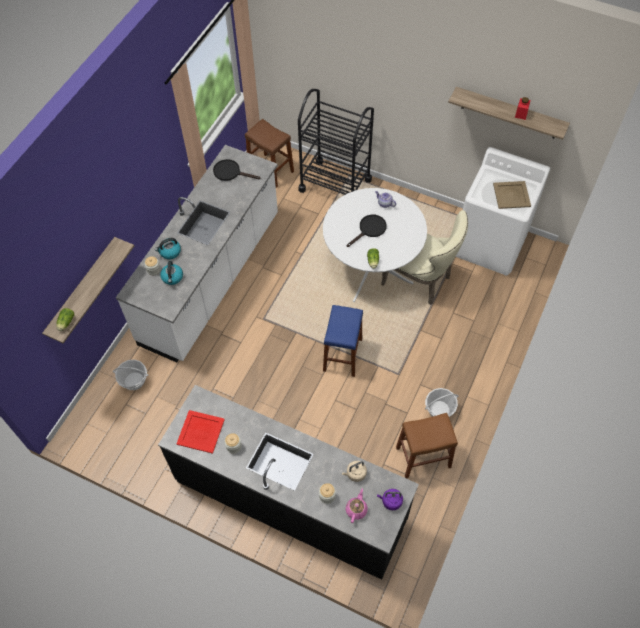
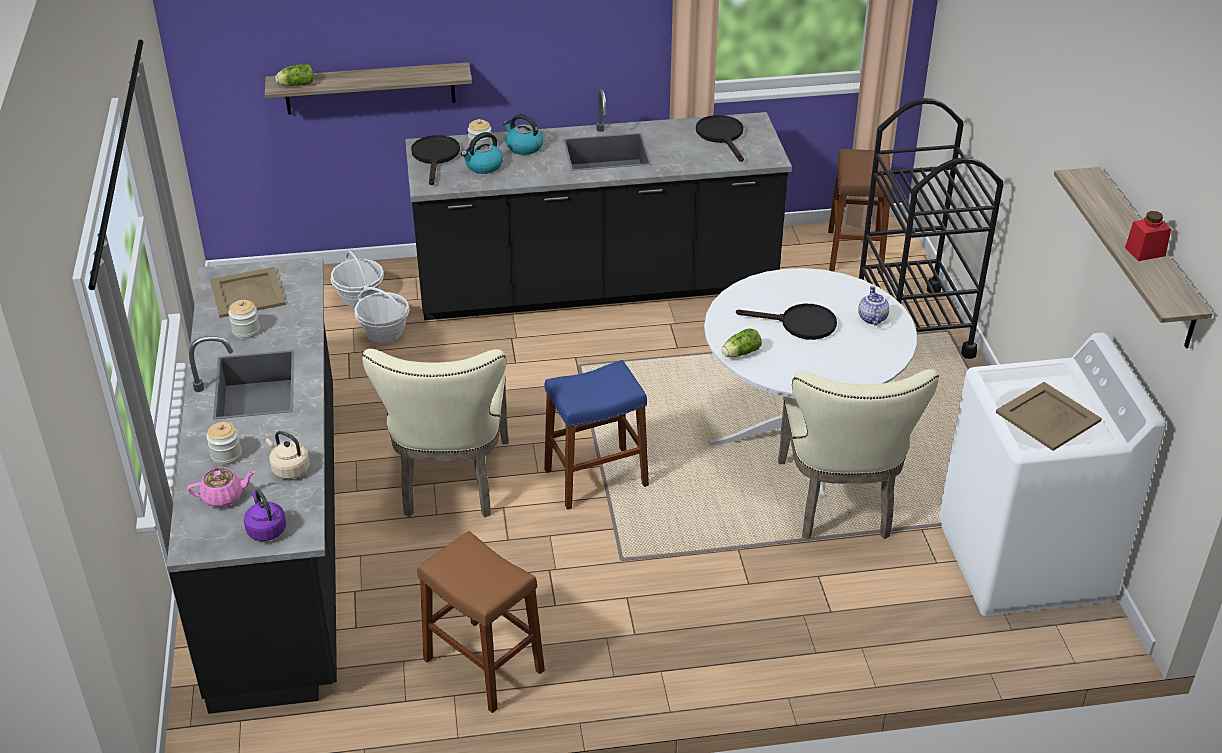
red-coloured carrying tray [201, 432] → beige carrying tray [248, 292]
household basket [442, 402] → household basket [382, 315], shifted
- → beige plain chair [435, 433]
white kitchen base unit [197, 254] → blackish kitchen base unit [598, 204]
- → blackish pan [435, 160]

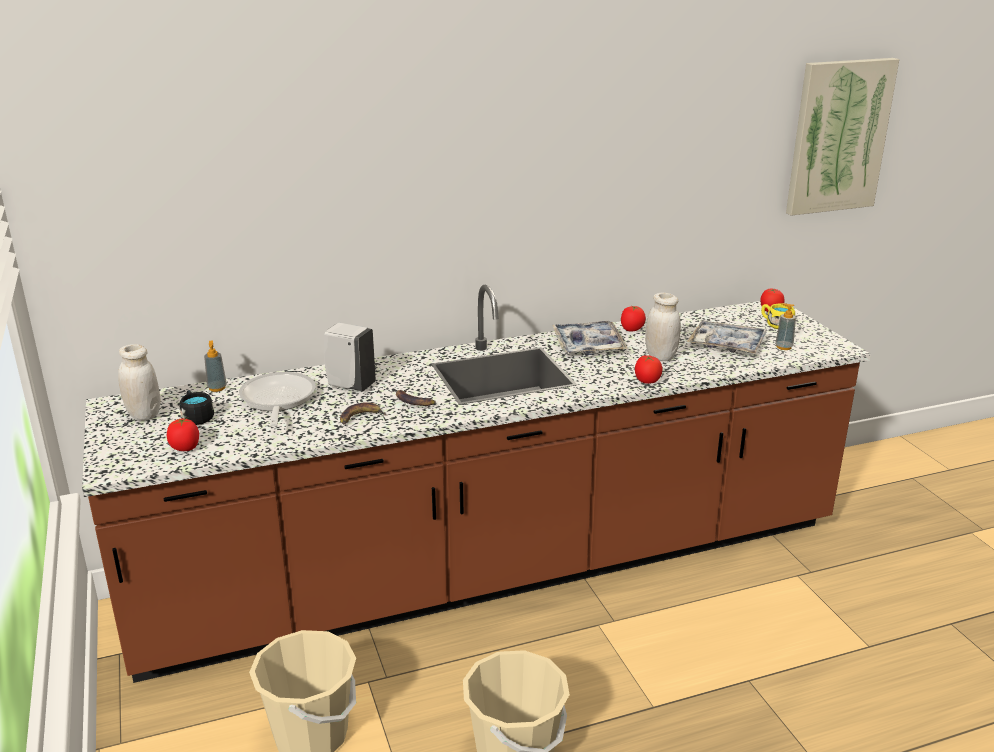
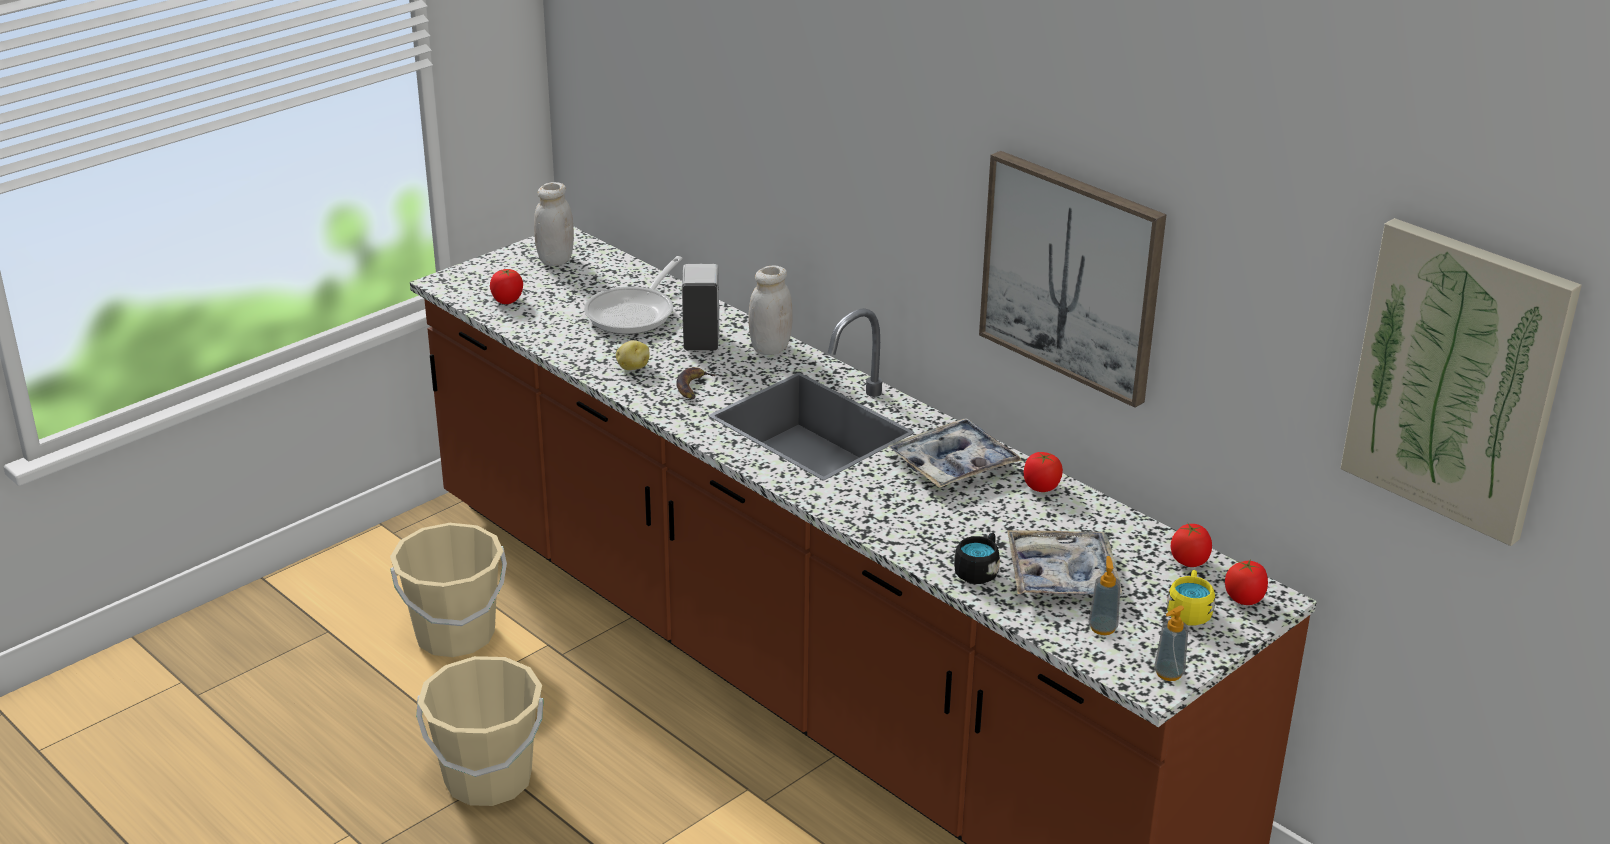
pan [277, 399] → pan [633, 295], 150 degrees clockwise
banana fruit [363, 413] → whole potato [633, 355]
white jar [663, 327] → white jar [770, 310], shifted
blackish coffee mug [197, 407] → blackish coffee mug [977, 558], shifted
- → picture [1072, 279]
liquid soap bottle [215, 366] → liquid soap bottle [1171, 643], shifted
tomato [648, 369] → tomato [1191, 545], shifted

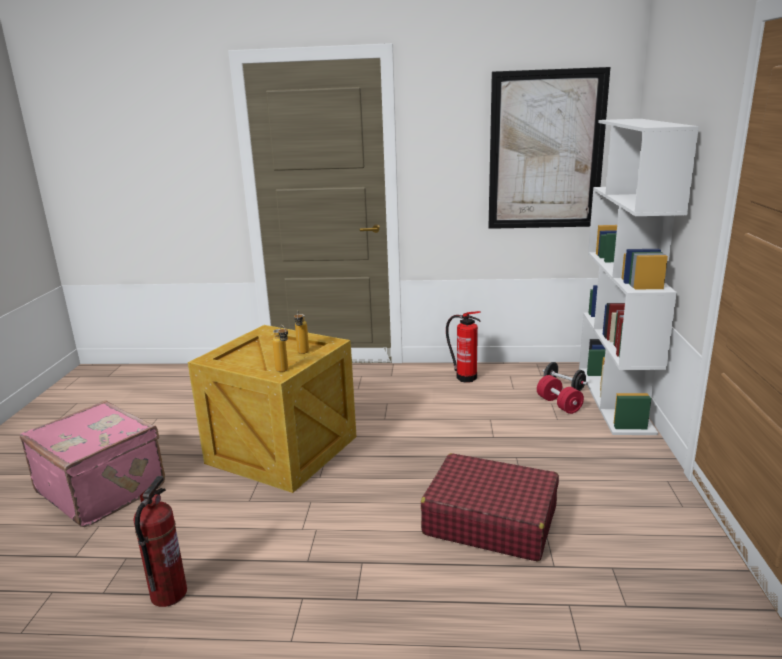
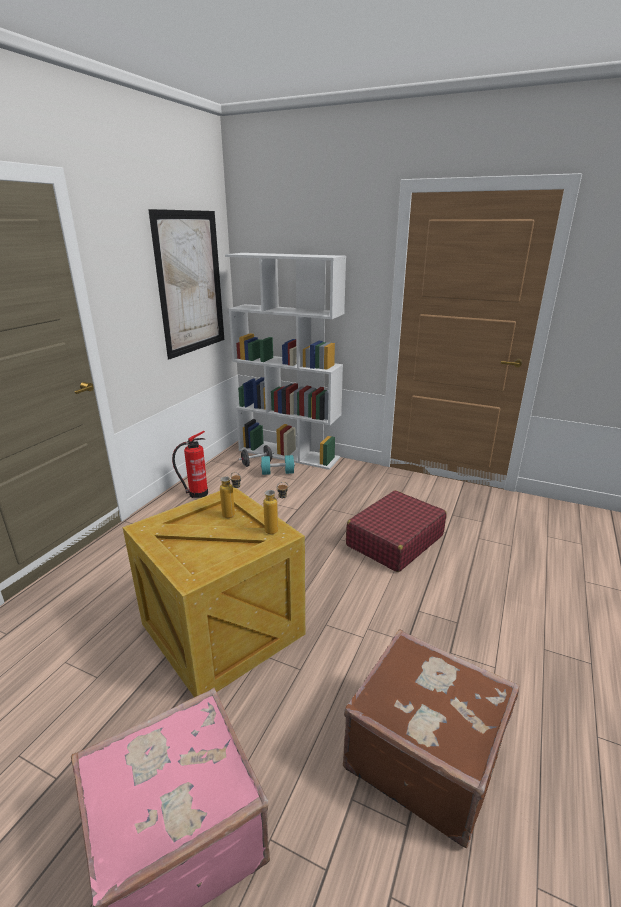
red-coloured hand weight [560, 394] → blue-green hand weight [277, 465]
fire extinguisher [160, 541] → brown-coloured suitcase [431, 738]

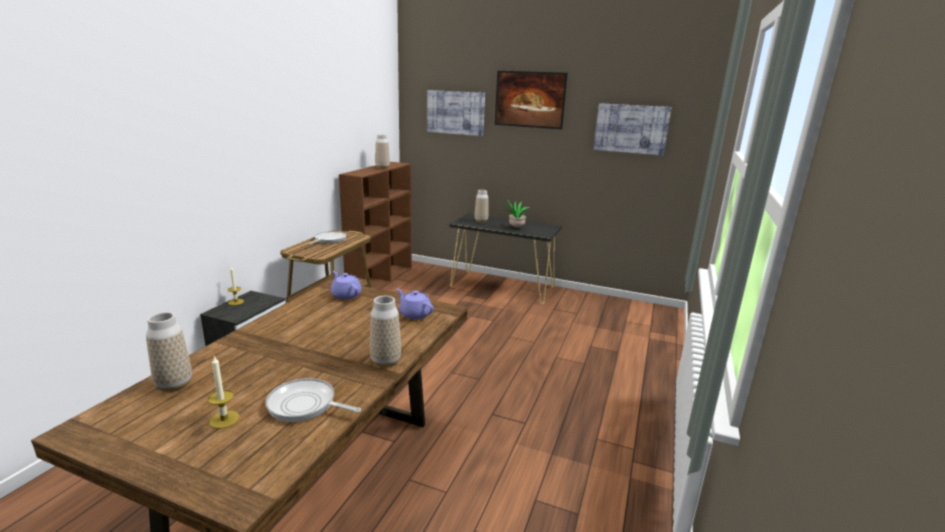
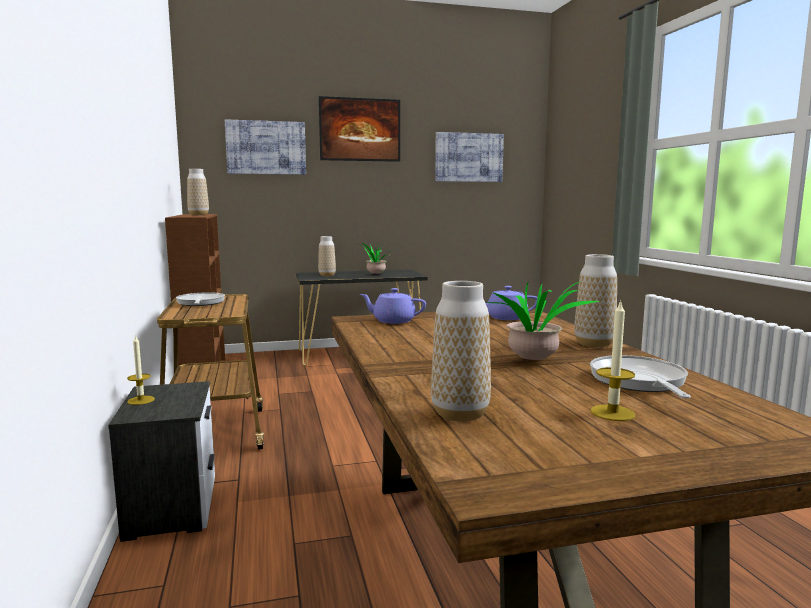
- → potted plant [544, 320]
pan [313, 400] → pan [640, 377], 105 degrees clockwise

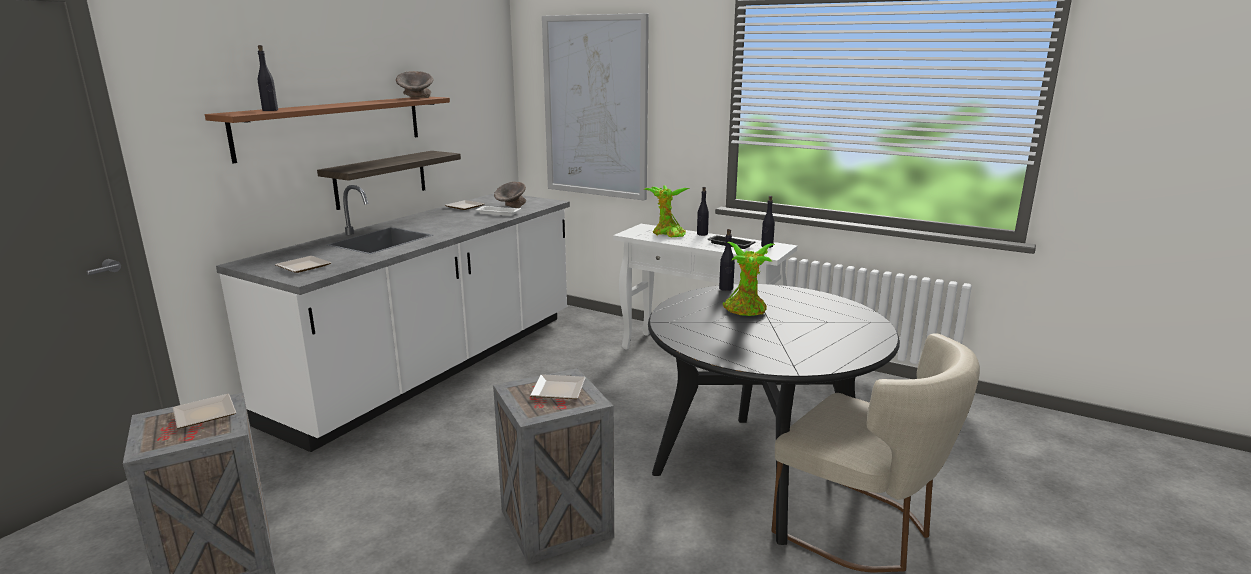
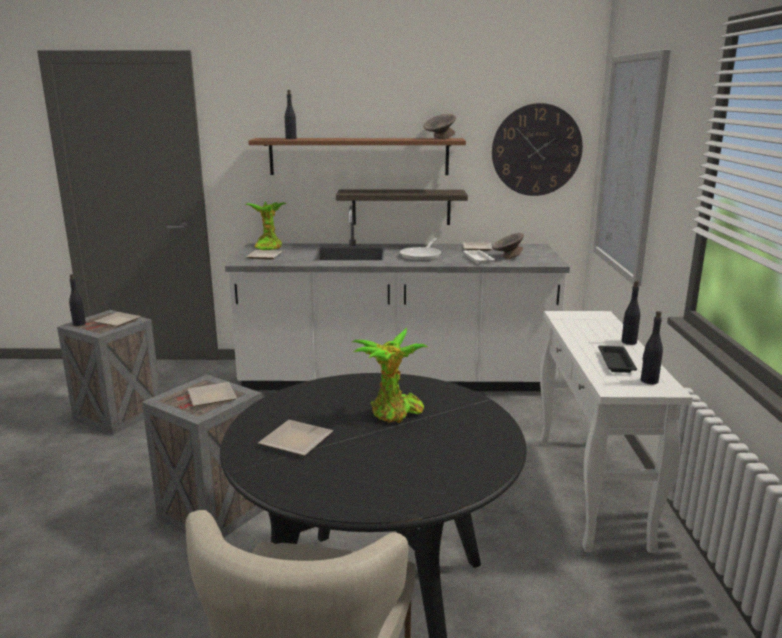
blackish beverage bottle [727, 260] → blackish beverage bottle [77, 300], shifted
potted plant [667, 211] → potted plant [266, 225], shifted
- → flat dish [295, 438]
- → pan [420, 249]
- → wall clock [537, 149]

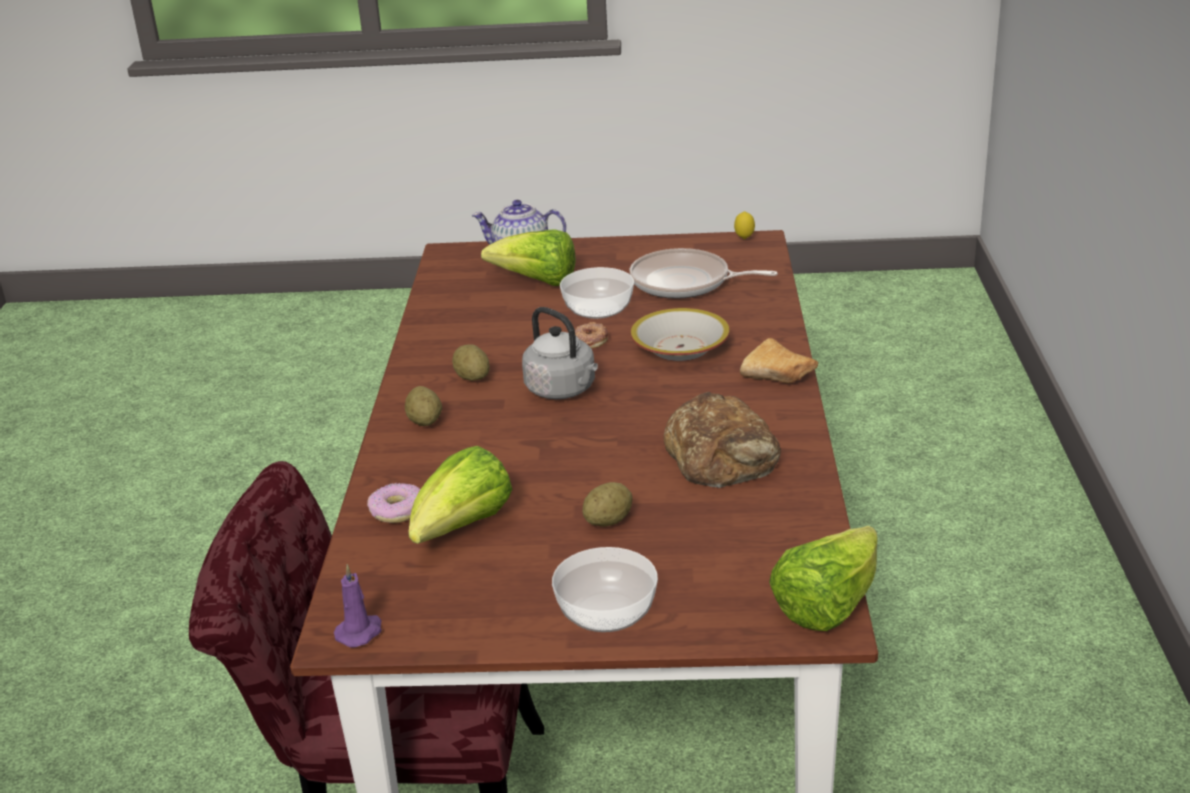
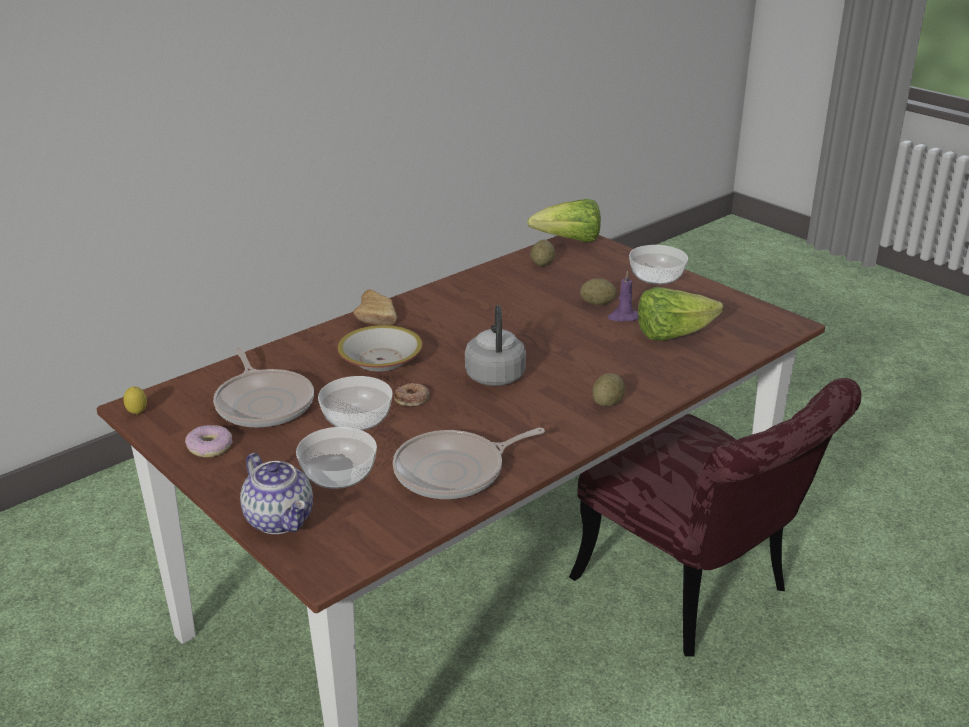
doughnut [393, 503] → doughnut [209, 441], shifted
head of lettuce [528, 257] → serving bowl [336, 458]
- → pan [469, 463]
whole potato [471, 362] → whole potato [542, 252], shifted
purple wax candle [358, 606] → purple wax candle [623, 296], shifted
bakery bread [722, 440] → -

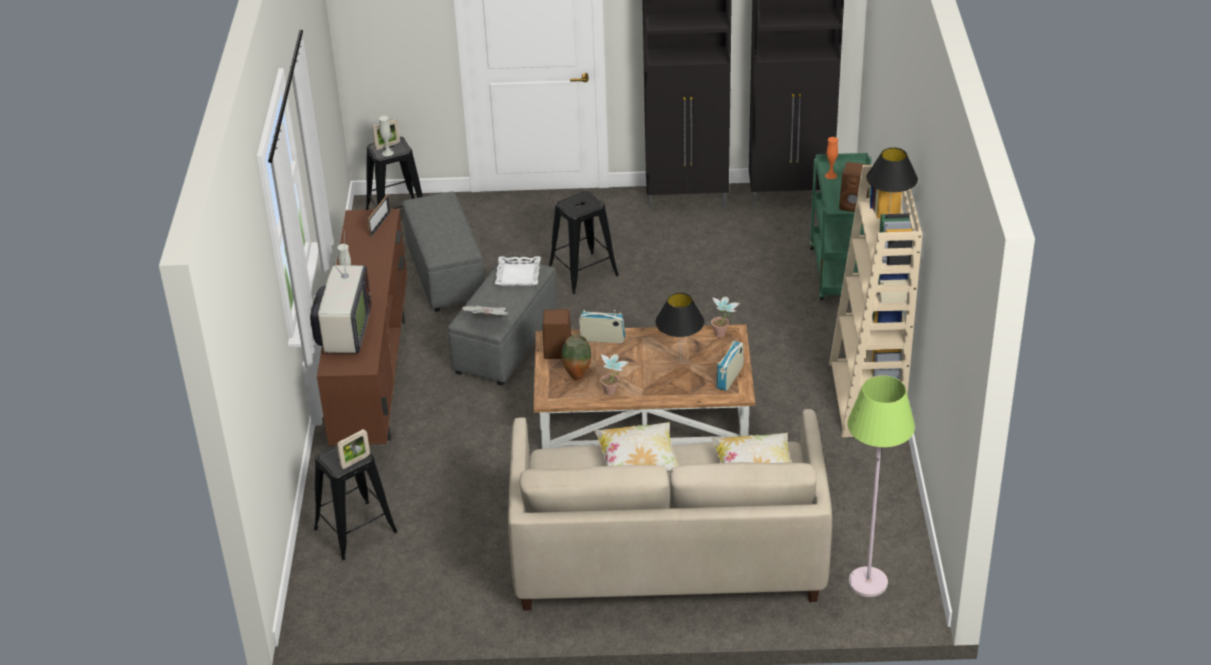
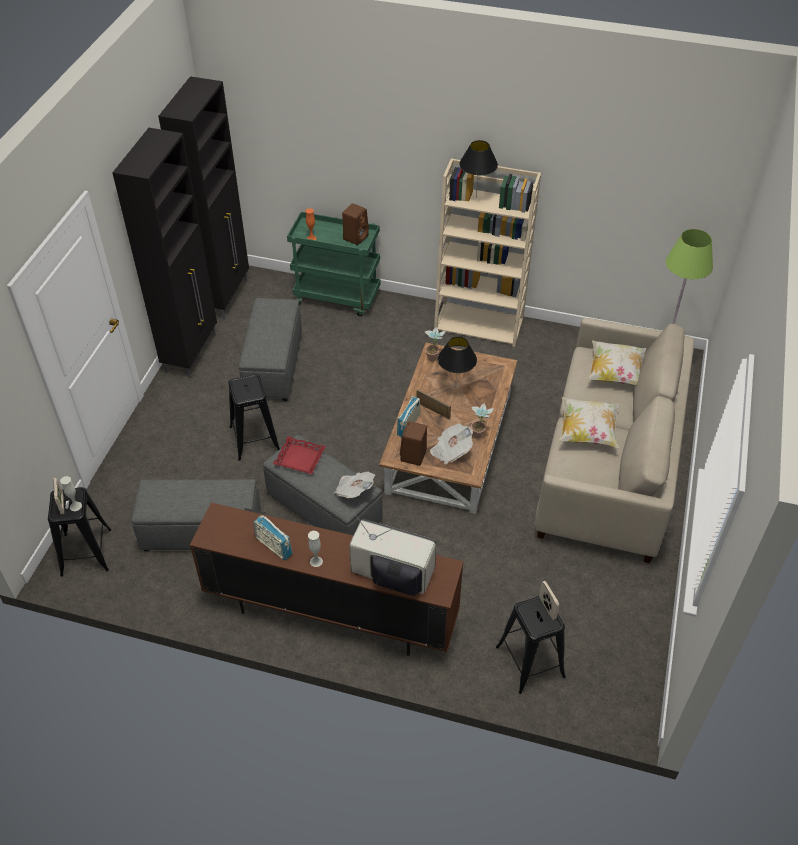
- → grey ottoman [270, 349]
radio set [730, 365] → radio set [273, 537], shifted
white carrying tray [518, 271] → red-coloured carrying tray [299, 455]
picture frame [379, 216] → picture frame [434, 404], shifted
flower vase [576, 357] → newspaper [451, 443]

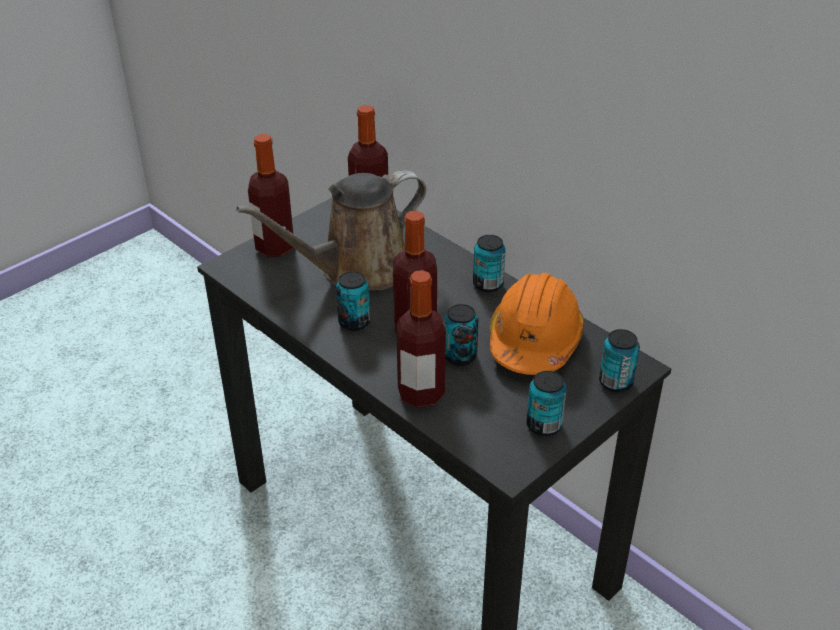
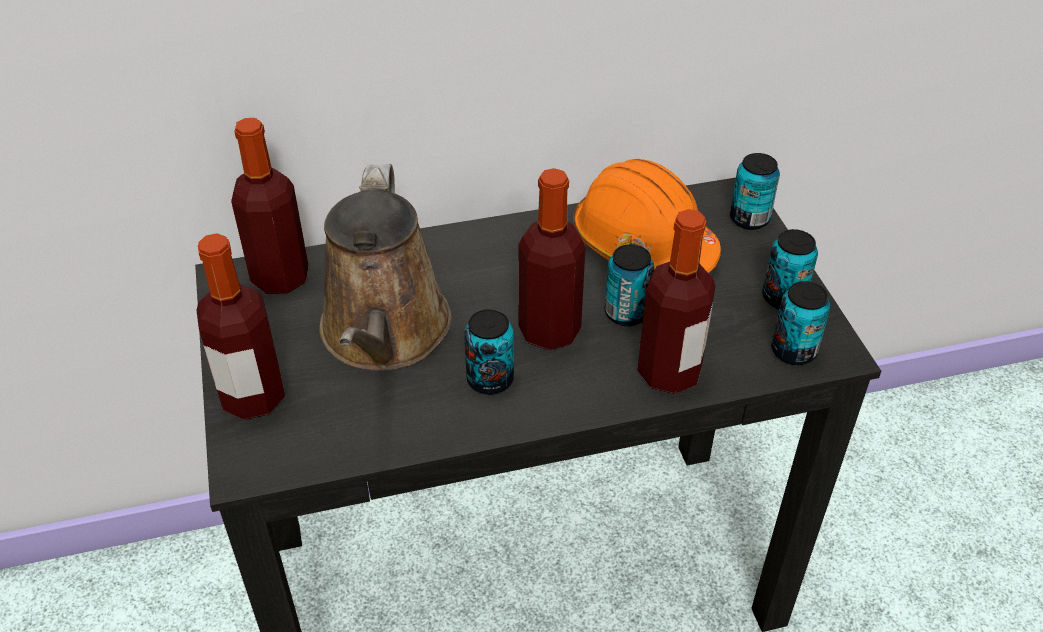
can [489, 263] → can [800, 323], shifted

